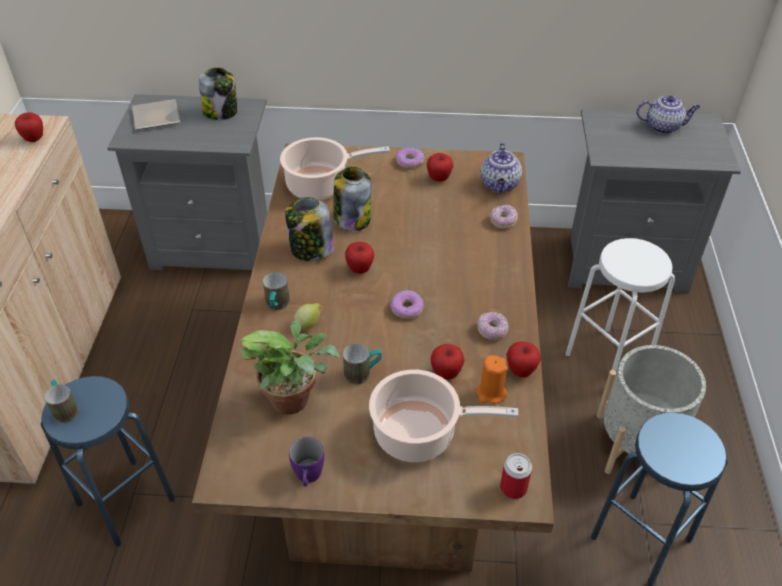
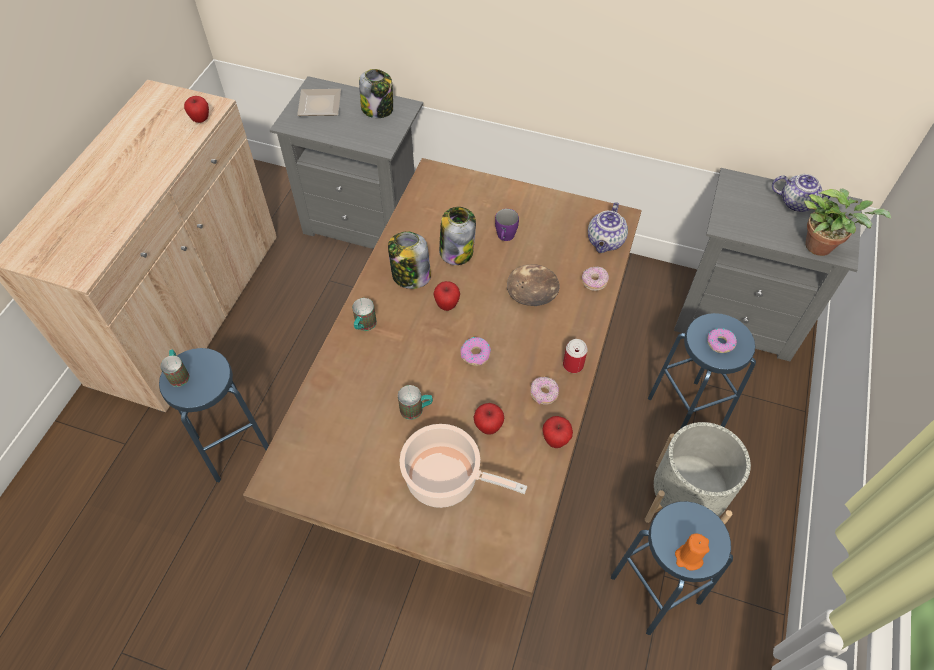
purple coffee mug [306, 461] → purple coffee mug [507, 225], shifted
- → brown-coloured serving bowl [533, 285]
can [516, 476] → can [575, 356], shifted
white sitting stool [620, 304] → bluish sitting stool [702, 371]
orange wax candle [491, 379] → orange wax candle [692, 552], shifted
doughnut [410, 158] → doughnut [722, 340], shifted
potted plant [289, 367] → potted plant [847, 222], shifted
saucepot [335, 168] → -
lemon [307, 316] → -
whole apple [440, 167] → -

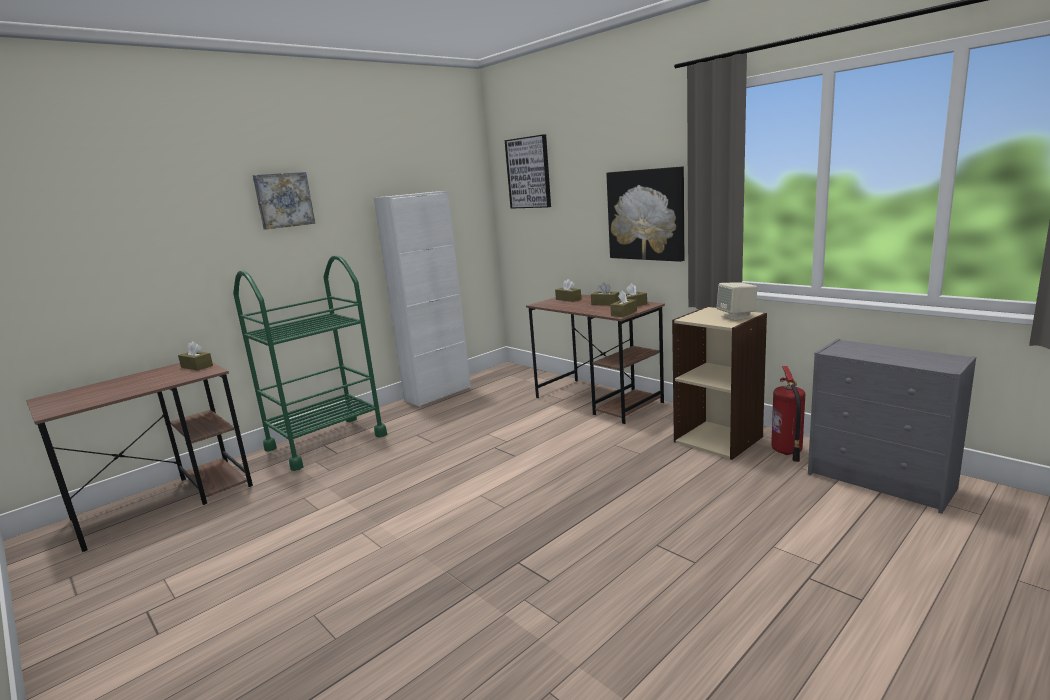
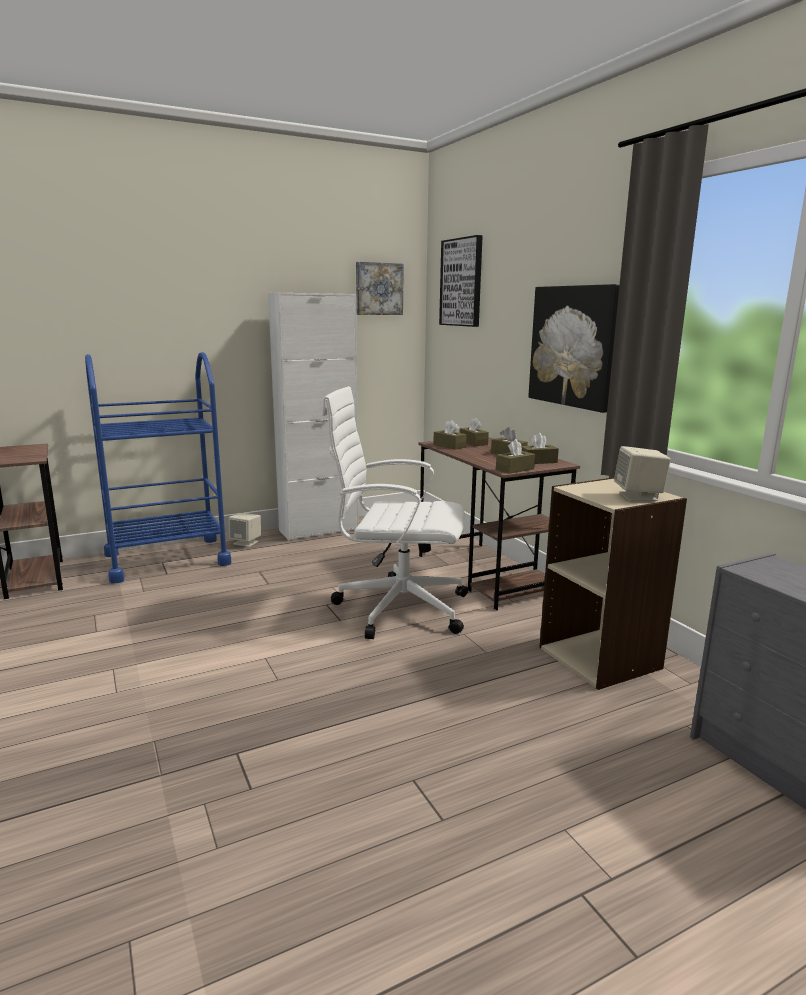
green-coloured wheeled cart [310, 363] → bluish wheeled cart [158, 468]
- → beige audio speaker [245, 530]
- → white office chair [395, 512]
picture [284, 201] → picture [380, 288], shifted
brown-coloured box of tissues [195, 356] → brown-coloured box of tissues [450, 435], shifted
fire extinguisher [788, 414] → -

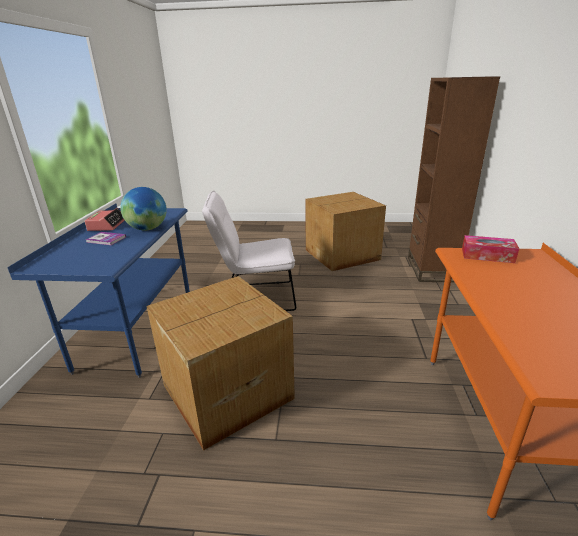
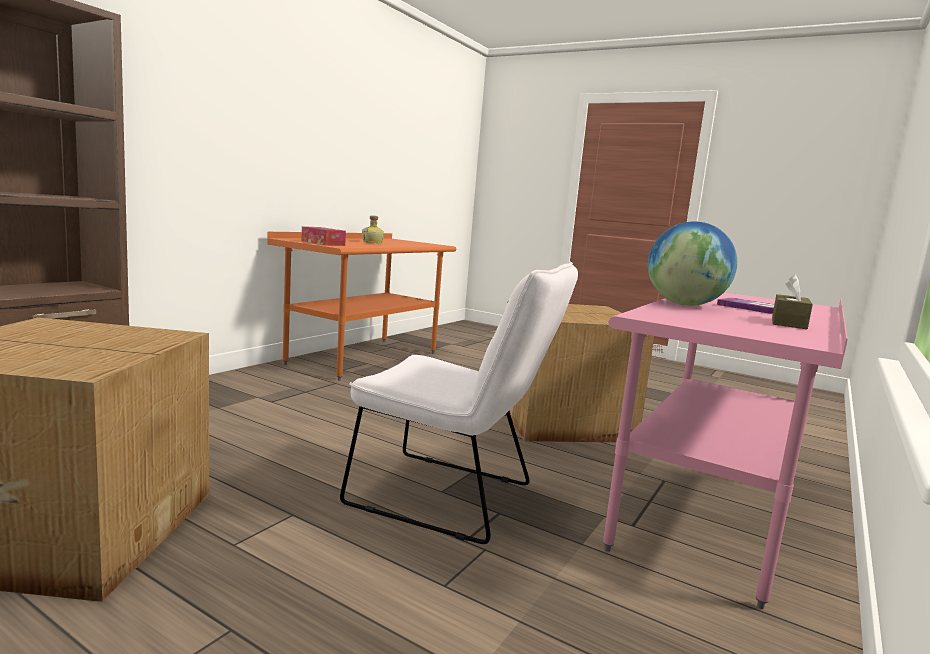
- → beverage bottle [373, 229]
bluish desk [98, 291] → pink desk [725, 450]
alarm clock [104, 219] → brown-coloured box of tissues [792, 302]

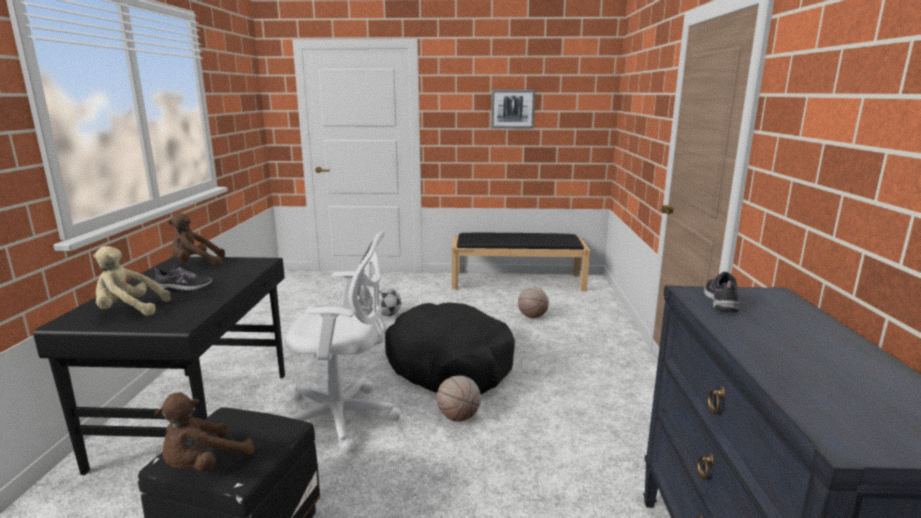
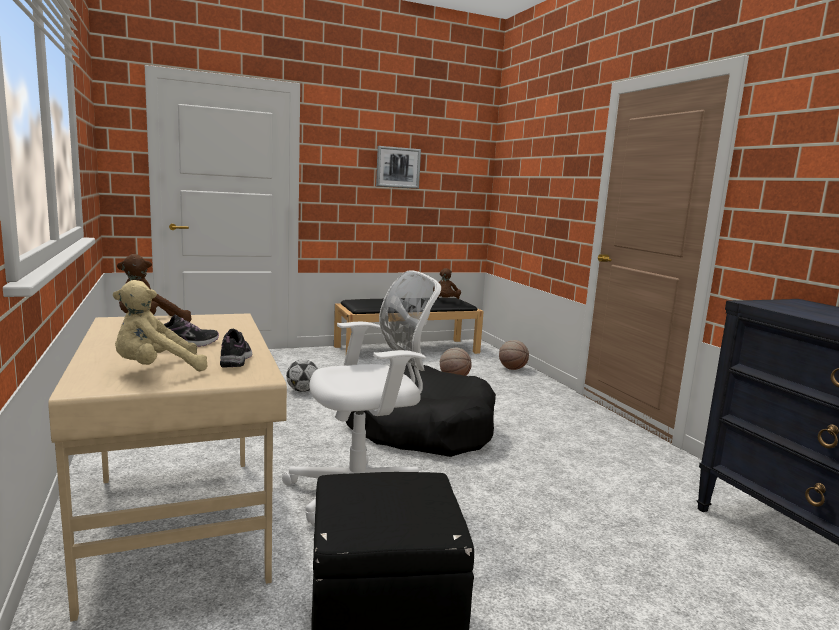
blackish desk [159, 365] → beige desk [167, 467]
low shoe [721, 292] → low shoe [236, 348], shifted
brown-coloured cuddly toy [204, 432] → brown-coloured cuddly toy [447, 283], shifted
basketball [458, 399] → basketball [514, 355], shifted

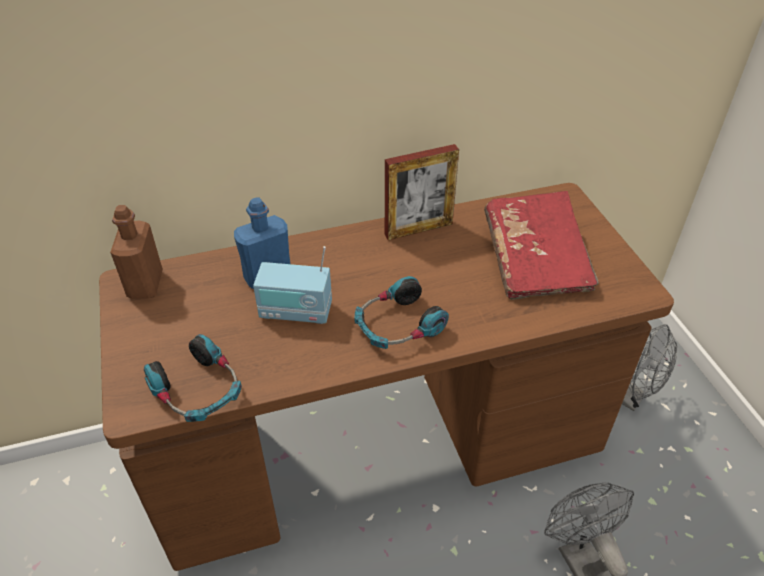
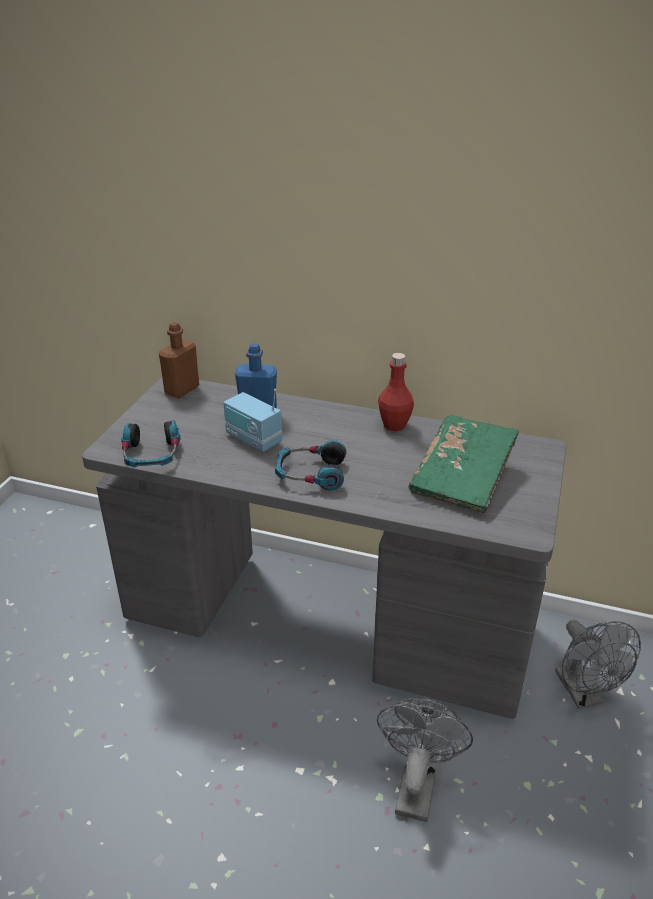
brown-coloured desk [386, 377] → grey desk [324, 548]
picture frame [422, 192] → red-coloured beverage bottle [396, 392]
red-coloured book [541, 245] → green-coloured book [464, 464]

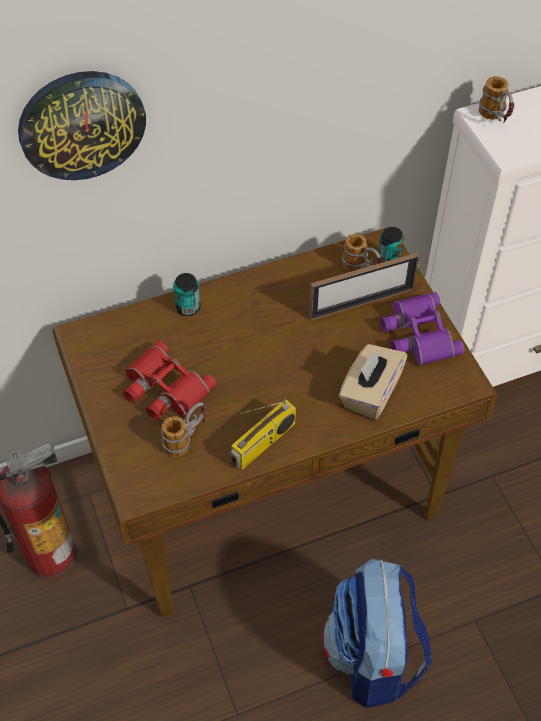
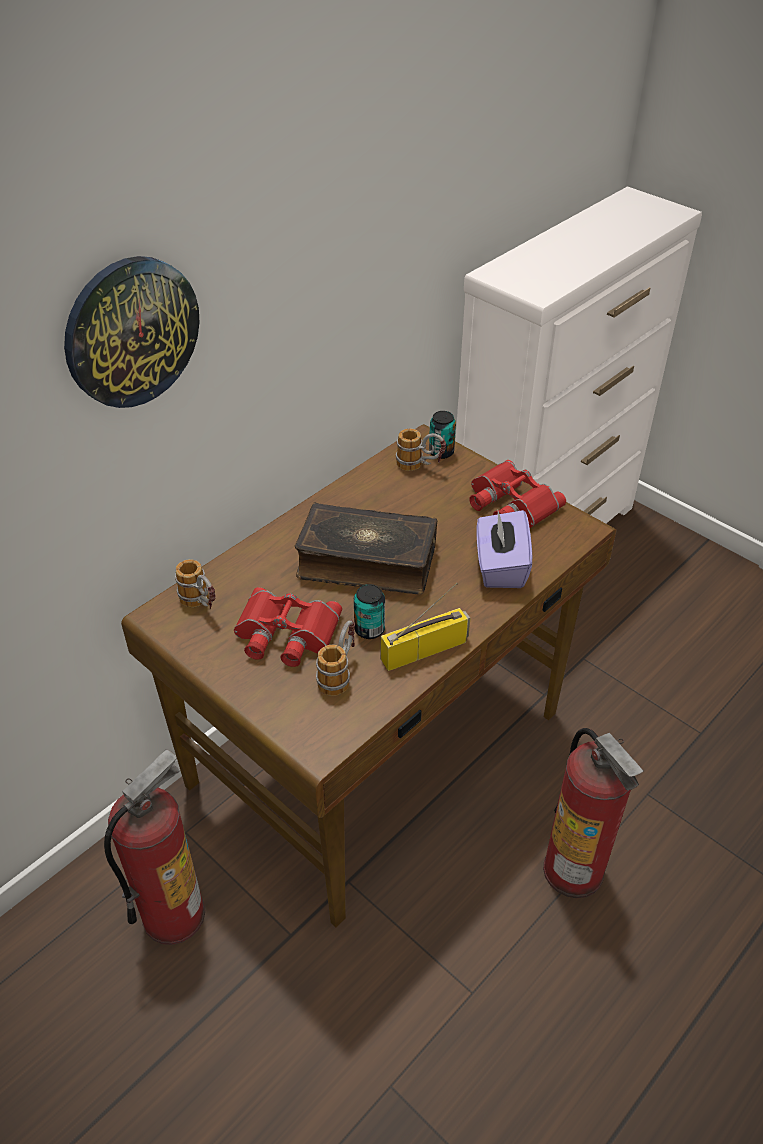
coffee mug [497, 99] → coffee mug [195, 584], shifted
- → book [366, 548]
can [186, 294] → can [369, 611], shifted
radio set [263, 434] → radio set [425, 627], 135 degrees counterclockwise
purple binoculars [422, 328] → red-coloured binoculars [518, 494]
beige box of tissues [373, 381] → purple box of tissues [504, 549]
rucksack [377, 633] → fire extinguisher [593, 813]
picture frame [364, 286] → -

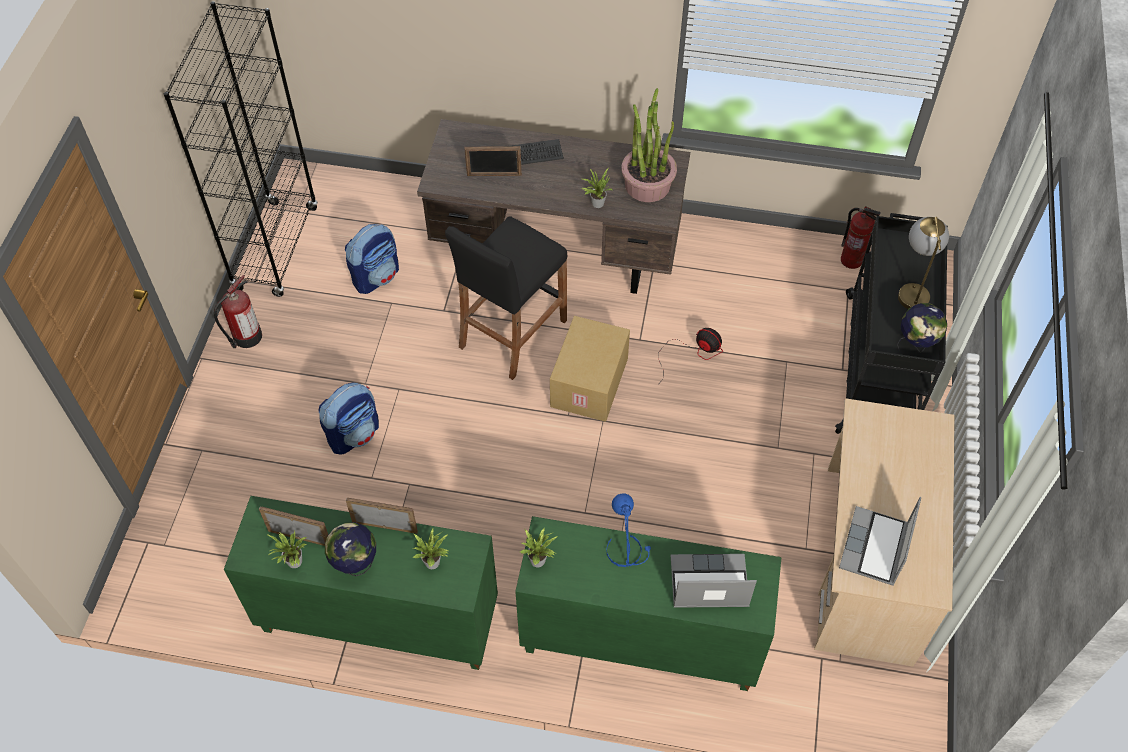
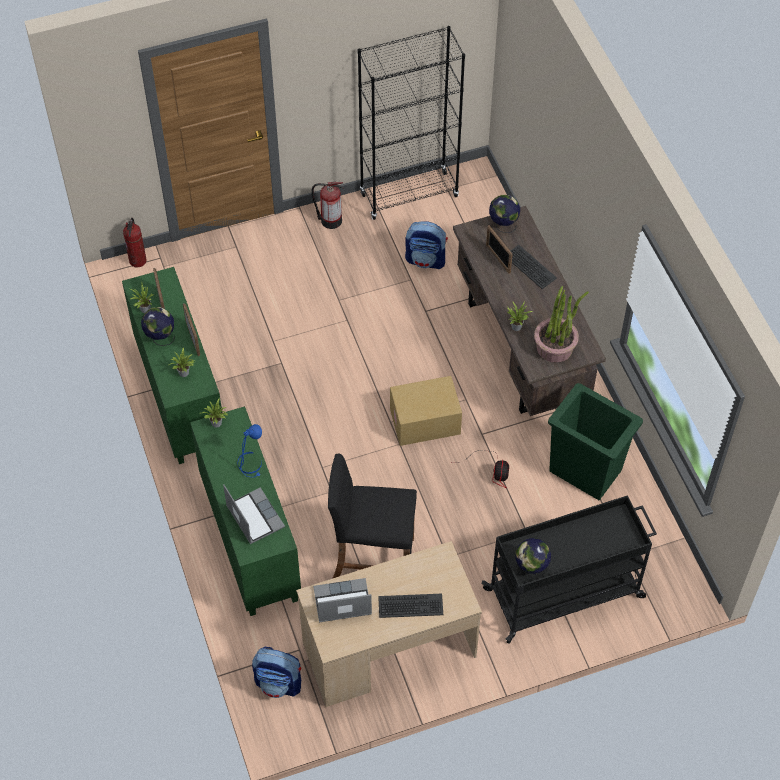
fire extinguisher [861, 237] → fire extinguisher [135, 242], shifted
rucksack [349, 419] → rucksack [276, 672], shifted
blackish sitting stool [506, 298] → blackish sitting stool [372, 516], shifted
- → PC keyboard [410, 606]
- → globe [504, 214]
- → green-coloured rubbish bin [595, 441]
lamp for a table [923, 263] → -

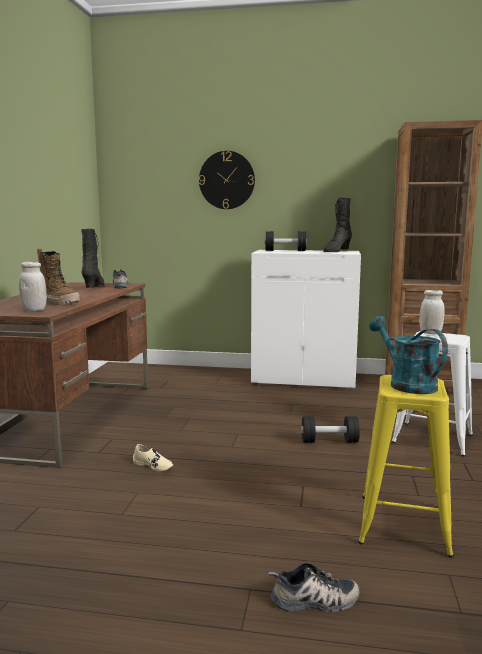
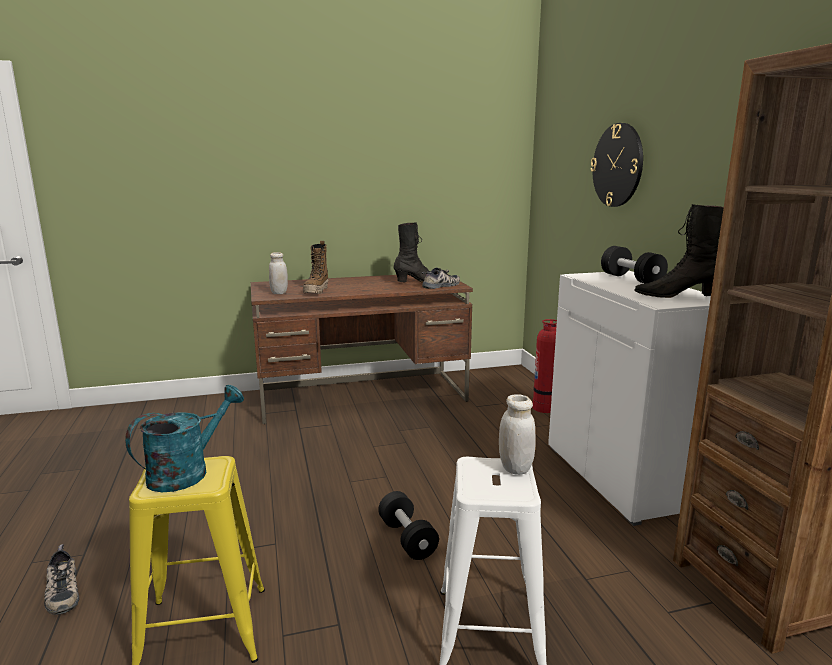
- → fire extinguisher [544, 366]
beige low shoe [153, 457] → -

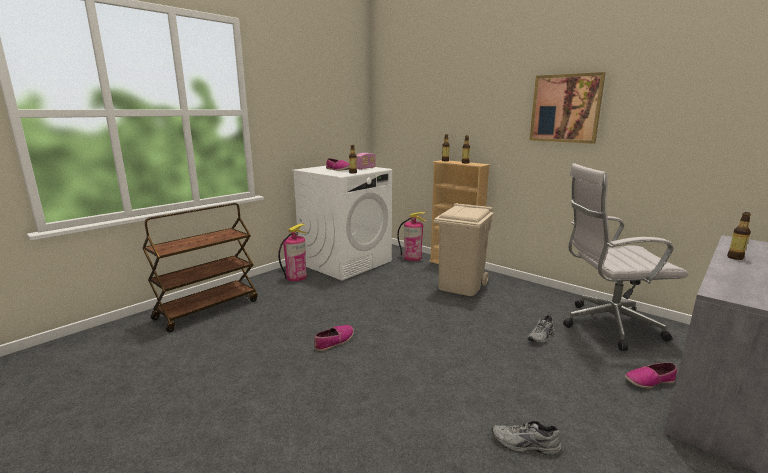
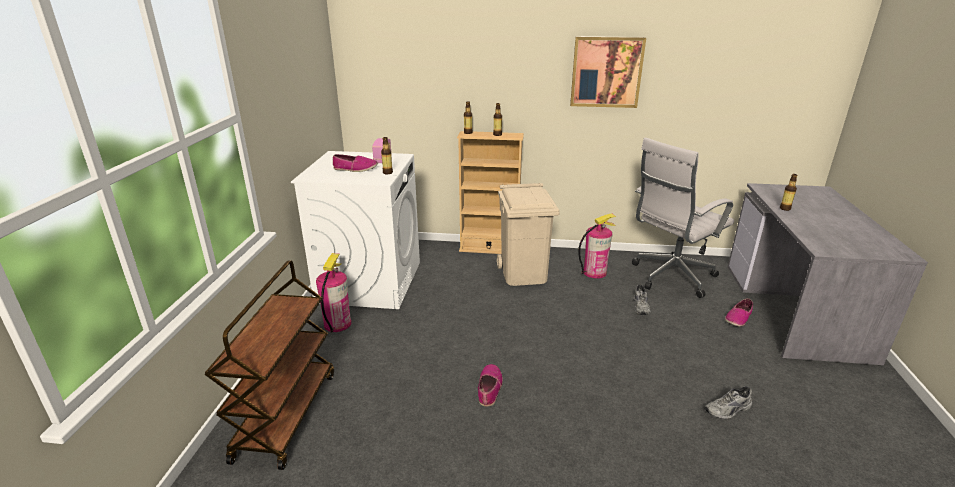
fire extinguisher [411, 236] → fire extinguisher [597, 246], shifted

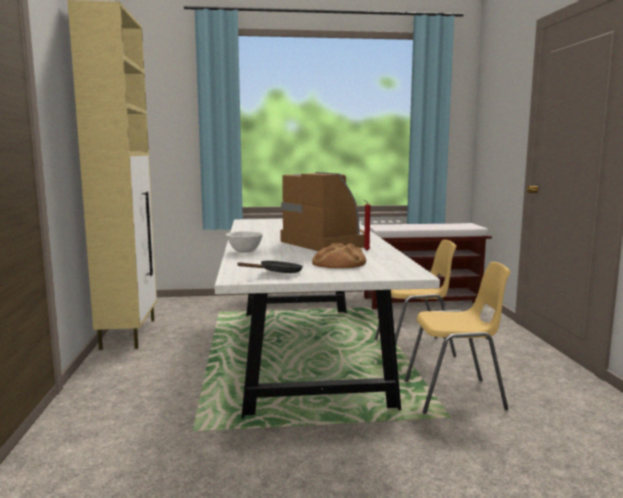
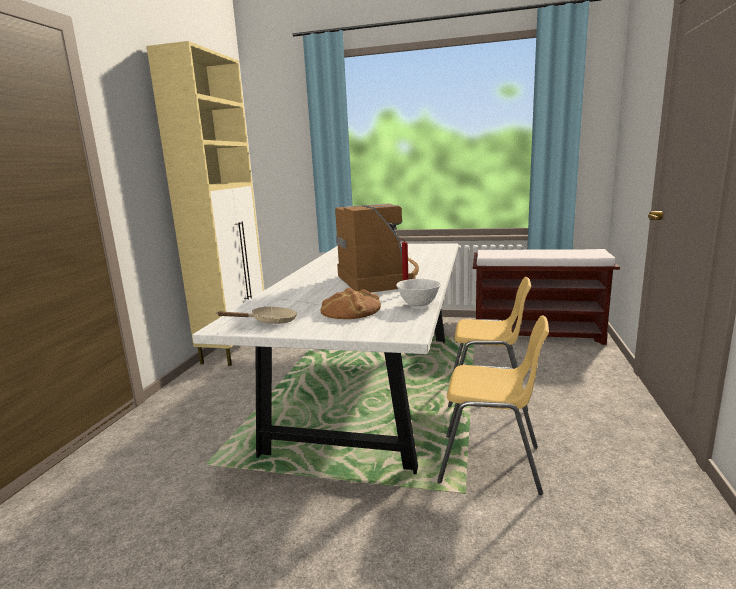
blackish pan [270, 267] → beige pan [257, 315]
white serving bowl [244, 242] → white serving bowl [418, 292], shifted

